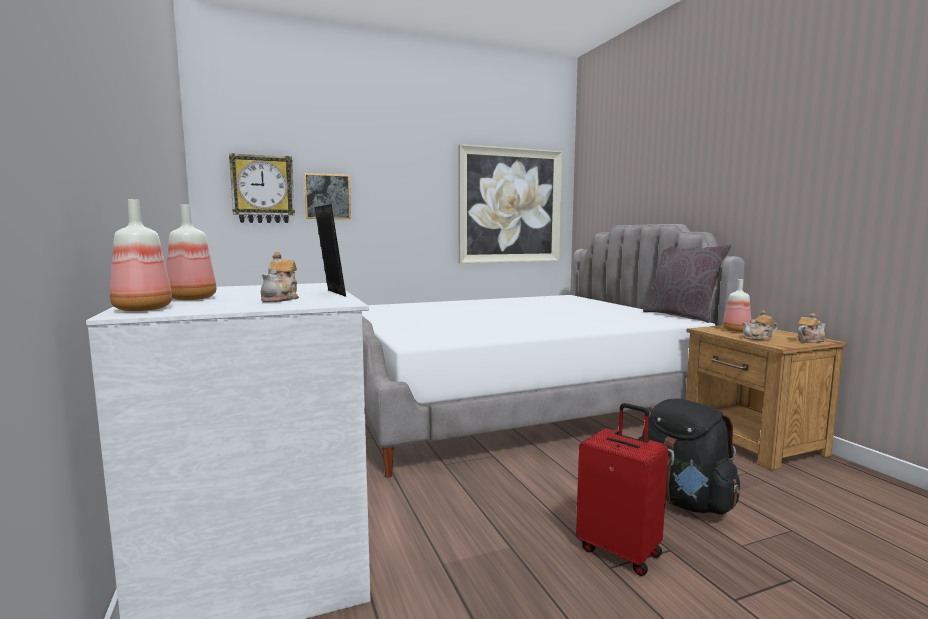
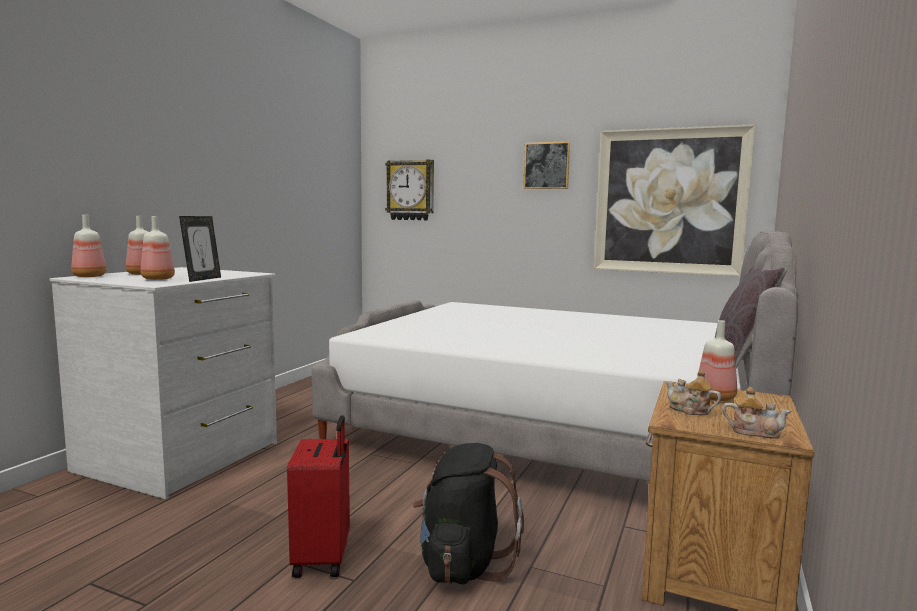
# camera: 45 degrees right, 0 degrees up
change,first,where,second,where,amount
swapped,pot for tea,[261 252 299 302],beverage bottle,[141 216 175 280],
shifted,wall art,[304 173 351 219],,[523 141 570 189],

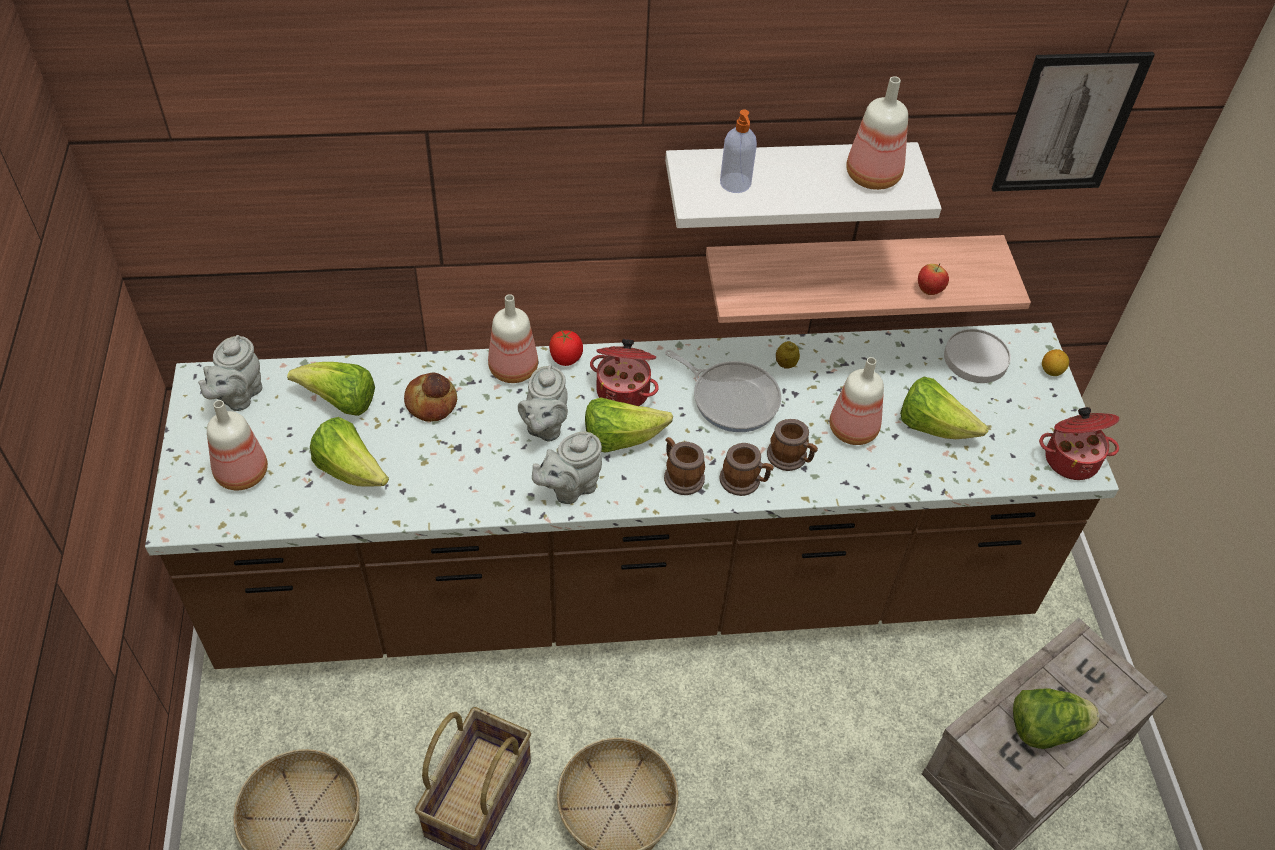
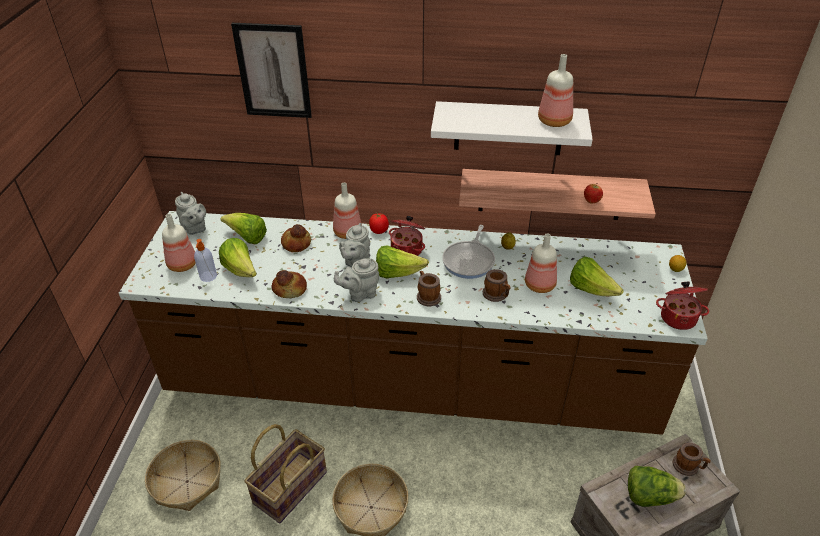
# camera: 15 degrees right, 10 degrees down
change,first,where,second,where,amount
rotated,pot for tea in gray,[198 335 262 411],,[175 192 206 235],75 degrees counterclockwise
rotated,pan,[665 350 781 432],,[442 225 495 279],60 degrees clockwise
shifted,soap dispenser,[720 110 757 193],,[194 239 217 282],
shifted,tea mug,[720 443 774 496],,[673 443 711 476],
gone,flat dish in whitish,[944 329 1011 383],,,
shifted,wall art,[991 52 1155 192],,[231 23 312 118],
new,,,bakery bread,[272 270 307 298],

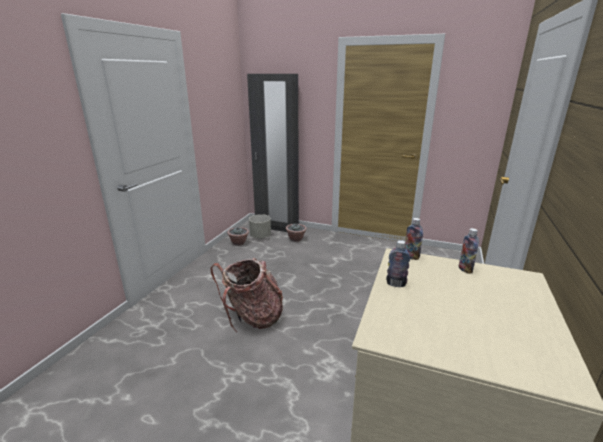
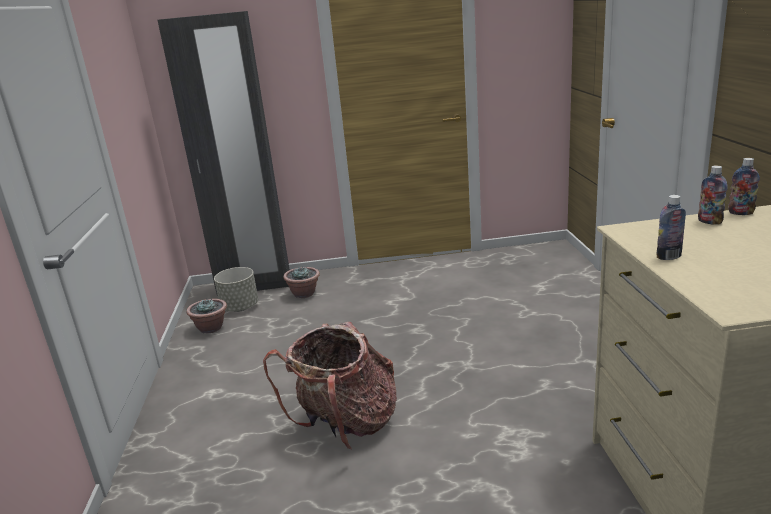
# camera: 25 degrees left, 0 degrees up
change,first,where,second,where,amount
shifted,beverage bottle,[405 218 423 260],,[728 158 760 215],

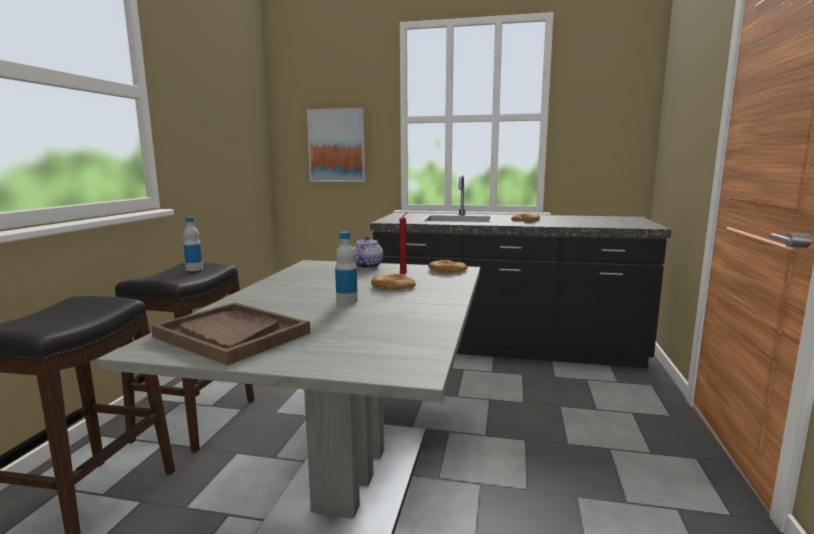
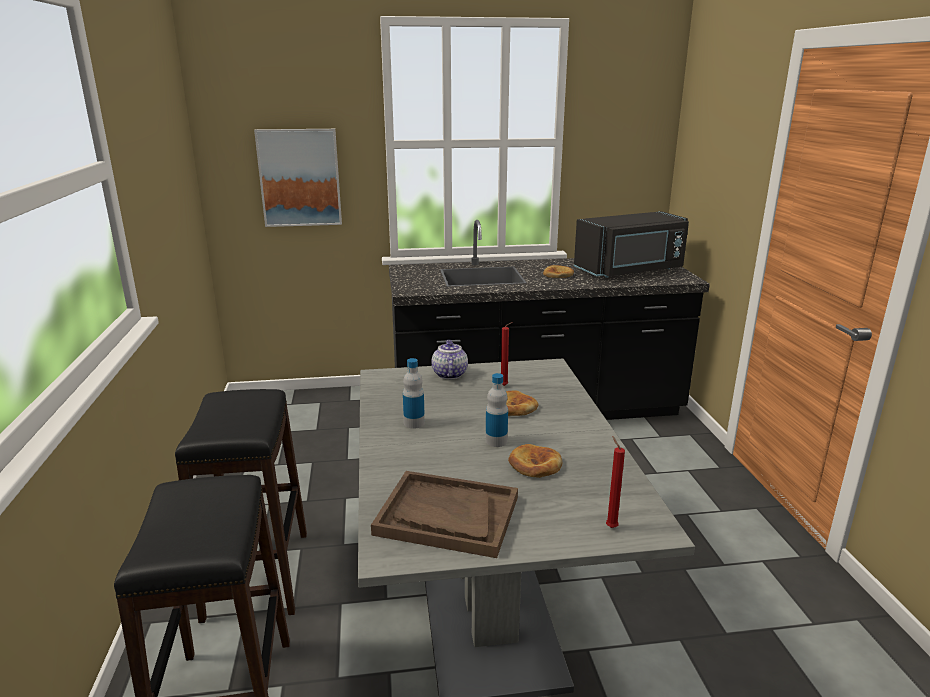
# camera: 20 degrees left, 10 degrees up
change,first,where,second,where,amount
shifted,beverage bottle,[183 217 203 271],,[403 358 425 429],
shifted,bakery bread,[428 260 468 273],,[508 444 562 478],
new,,,kitchen microwave in blackish,[574 211 689 278],
new,,,wax candle in red-coloured,[606 436 625 528],

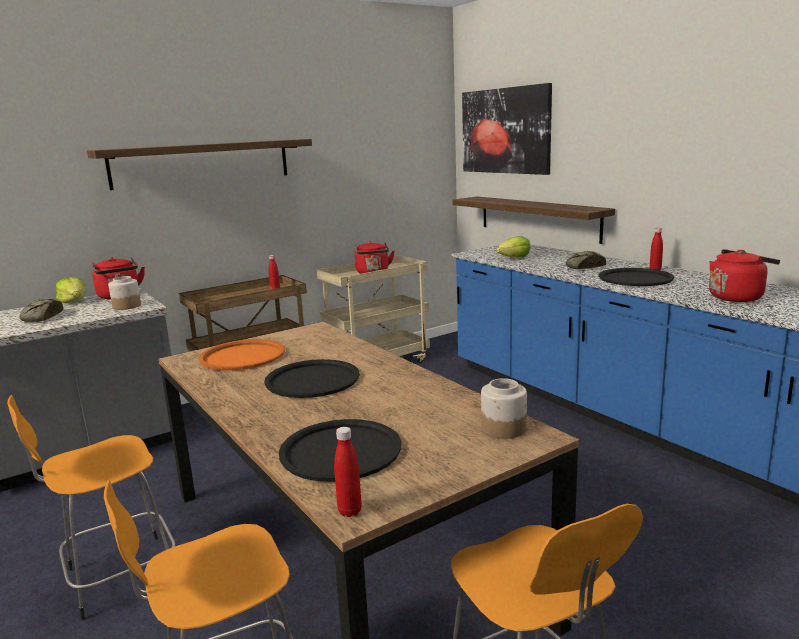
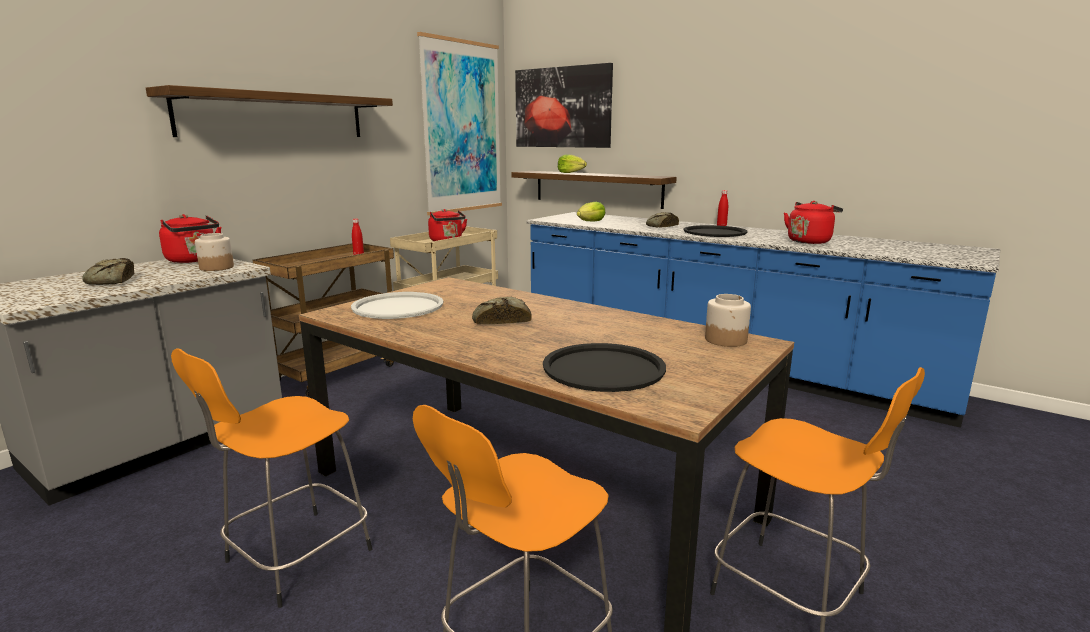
# camera: 20 degrees left, 0 degrees up
change,first,where,second,where,amount
shifted,lettuce,[55 277 86 303],,[558 154 587 173],
repainted,tray in orange-coloured,[199 339 285 370],tray in whitish,[351 292 443 319],
swapped,tray in blackish,[264 359 360 398],bakery bread,[472 297 532 324],
gone,beverage bottle in red-coloured,[334 427 362 517],,,
new,,,wall art,[417 32 502 215],

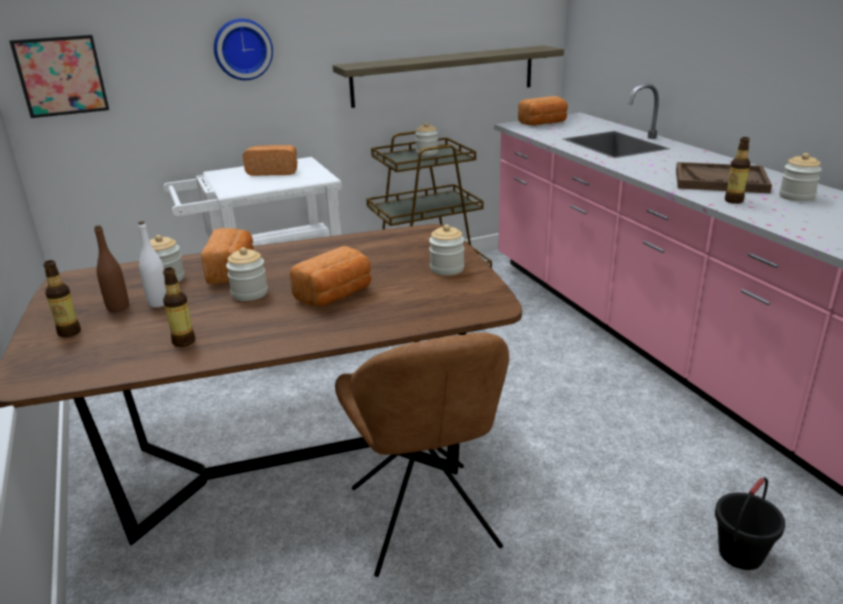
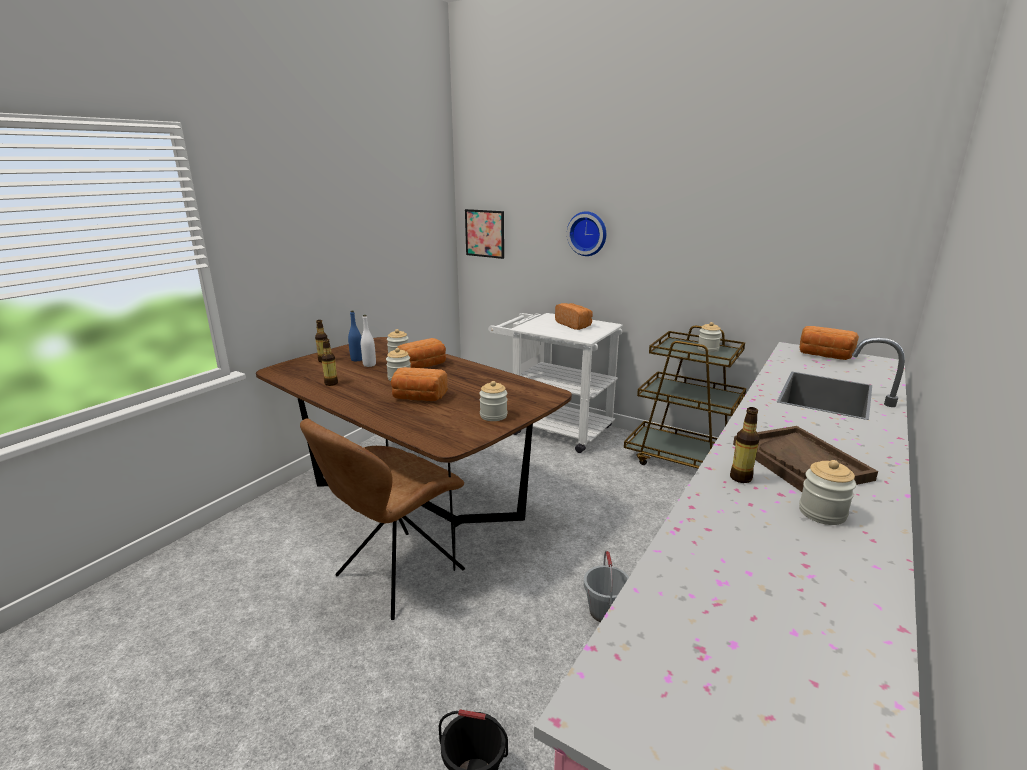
# camera: 55 degrees right, 5 degrees down
change,first,where,second,where,amount
repainted,beverage bottle in brown,[94 225 129 312],beverage bottle in blue-coloured,[348 311 362 361],
gone,shelf,[333 45 564 108],,,
new,,,bucket in gray,[584 550 629 622],

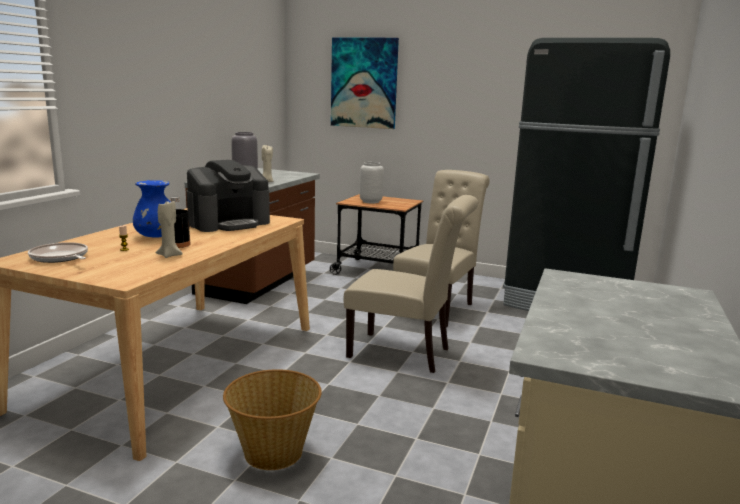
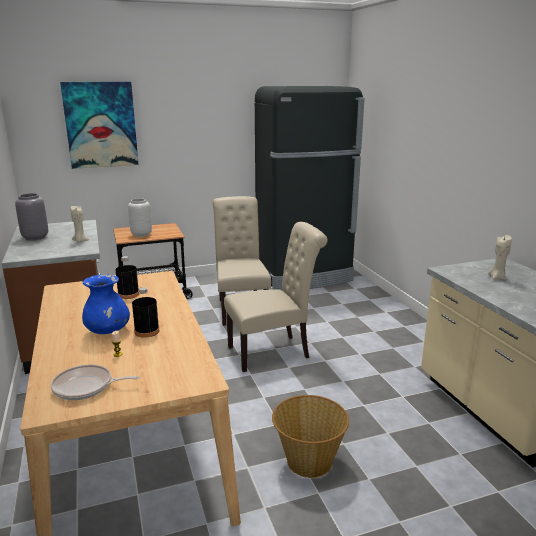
# camera: 40 degrees left, 5 degrees up
change,first,where,second,where,amount
shifted,wax candle in sand-coloured,[156 201 183 258],,[488 235 512 280],
swapped,coffee brewer,[187 160 270 232],beverage bottle in blackish,[115 256 139 299],

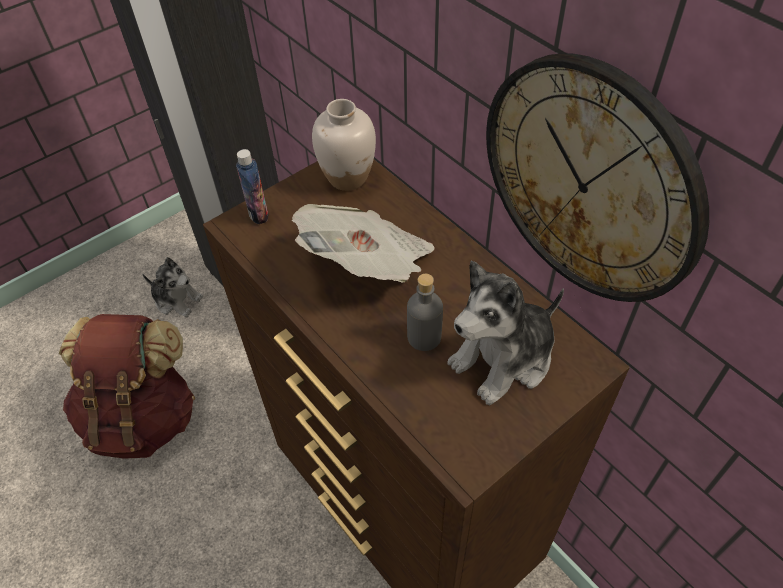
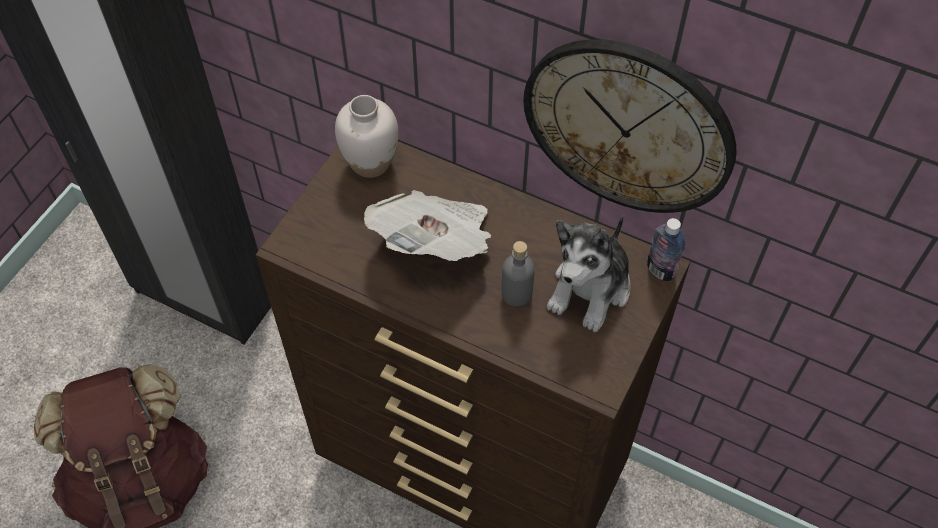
# camera: 25 degrees left, 5 degrees up
change,first,where,second,where,amount
gone,cuddly toy,[142 257 203 317],,,
shifted,beverage bottle,[236 149 268 224],,[647 218 685 281],

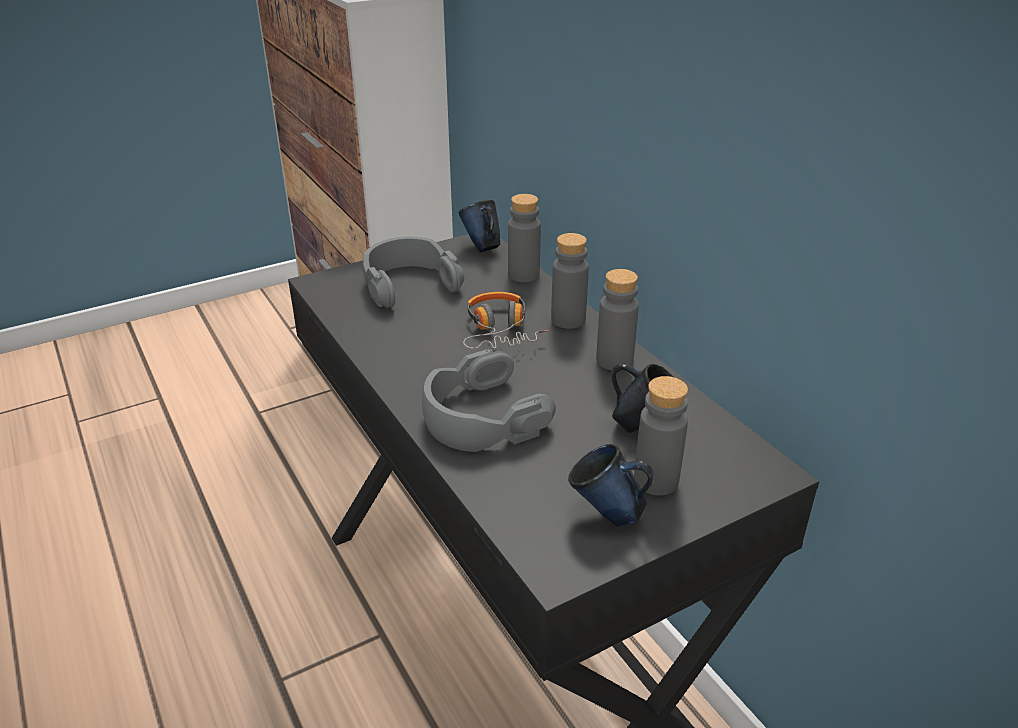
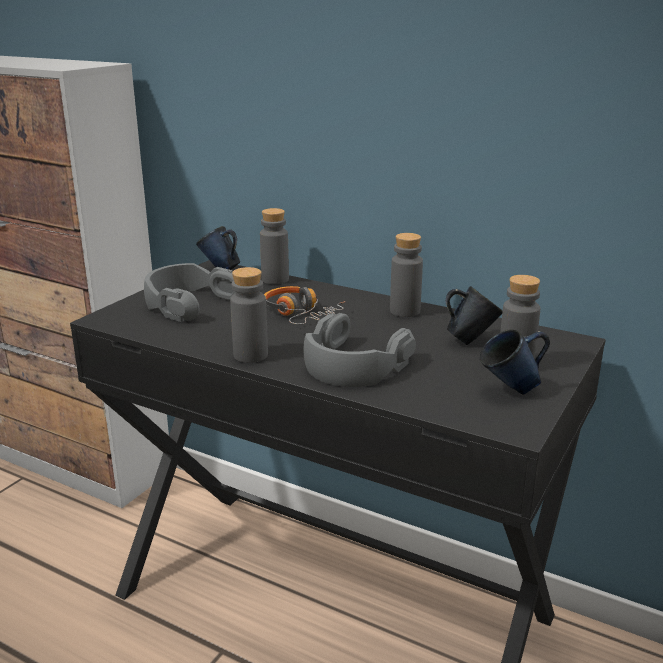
# camera: 30 degrees left, 10 degrees down
change,first,where,second,where,amount
shifted,beverage bottle in gray,[551 233 589 329],,[230 267 268 363],

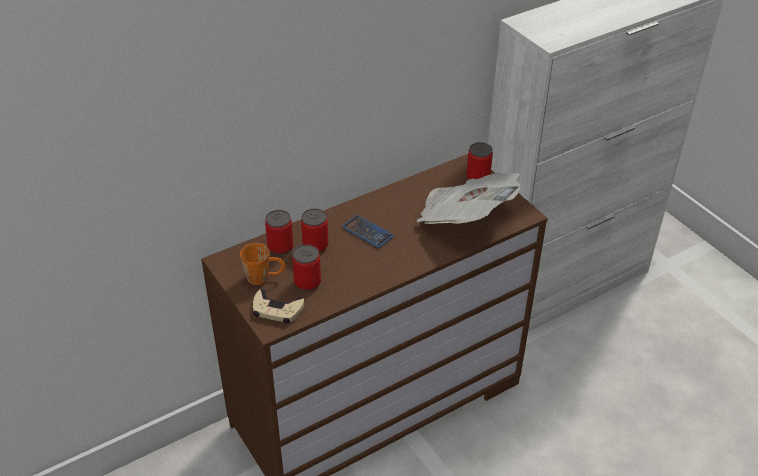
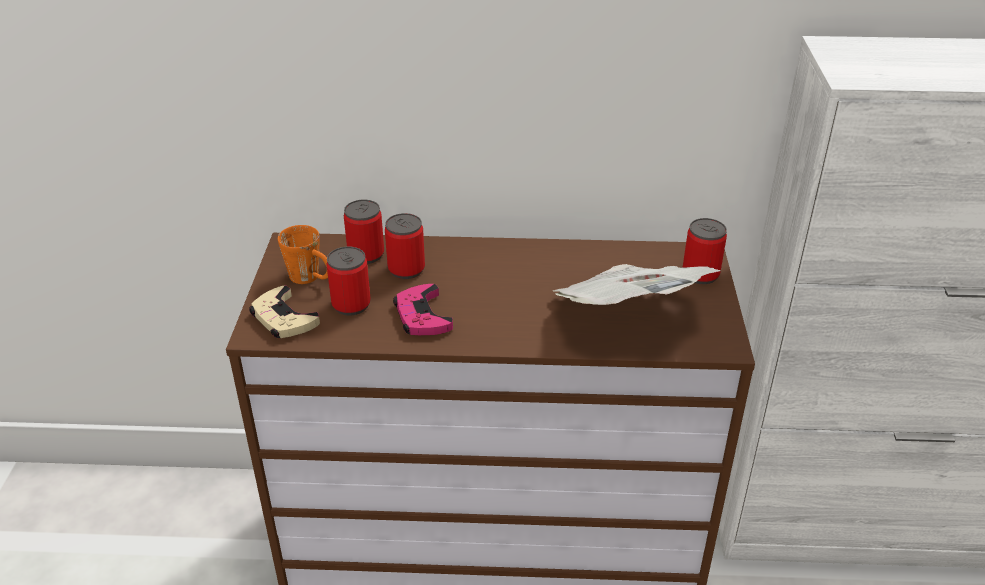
# camera: 35 degrees right, 5 degrees down
change,first,where,second,where,amount
gone,telephone,[342 215 394 248],,,
new,,,gamepad in pinkish,[393 284 453 335],

